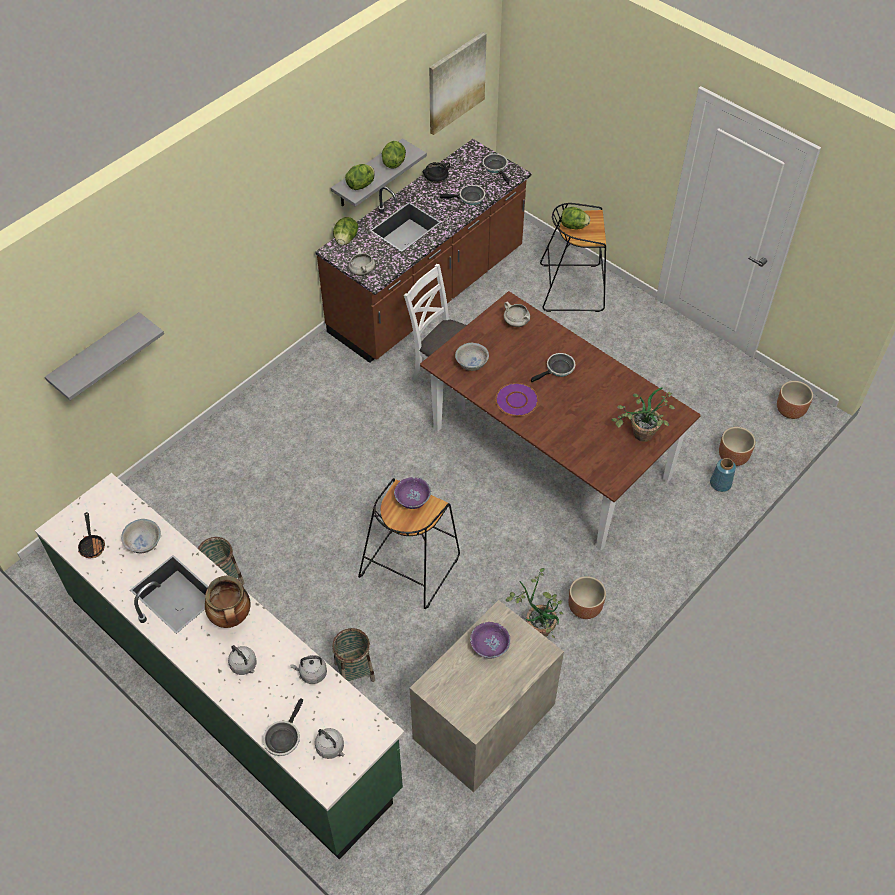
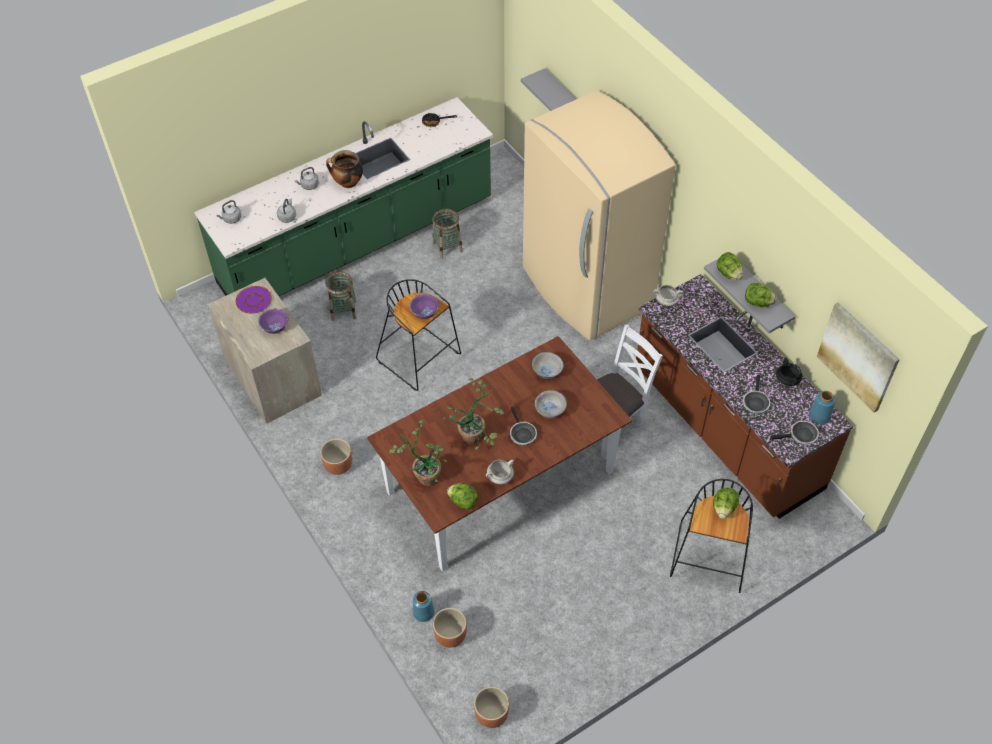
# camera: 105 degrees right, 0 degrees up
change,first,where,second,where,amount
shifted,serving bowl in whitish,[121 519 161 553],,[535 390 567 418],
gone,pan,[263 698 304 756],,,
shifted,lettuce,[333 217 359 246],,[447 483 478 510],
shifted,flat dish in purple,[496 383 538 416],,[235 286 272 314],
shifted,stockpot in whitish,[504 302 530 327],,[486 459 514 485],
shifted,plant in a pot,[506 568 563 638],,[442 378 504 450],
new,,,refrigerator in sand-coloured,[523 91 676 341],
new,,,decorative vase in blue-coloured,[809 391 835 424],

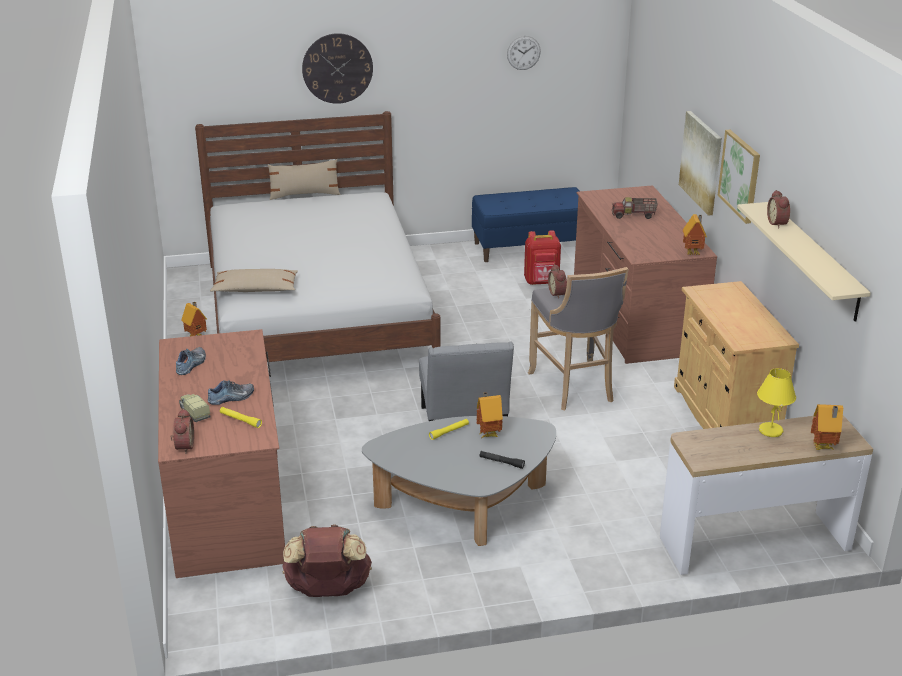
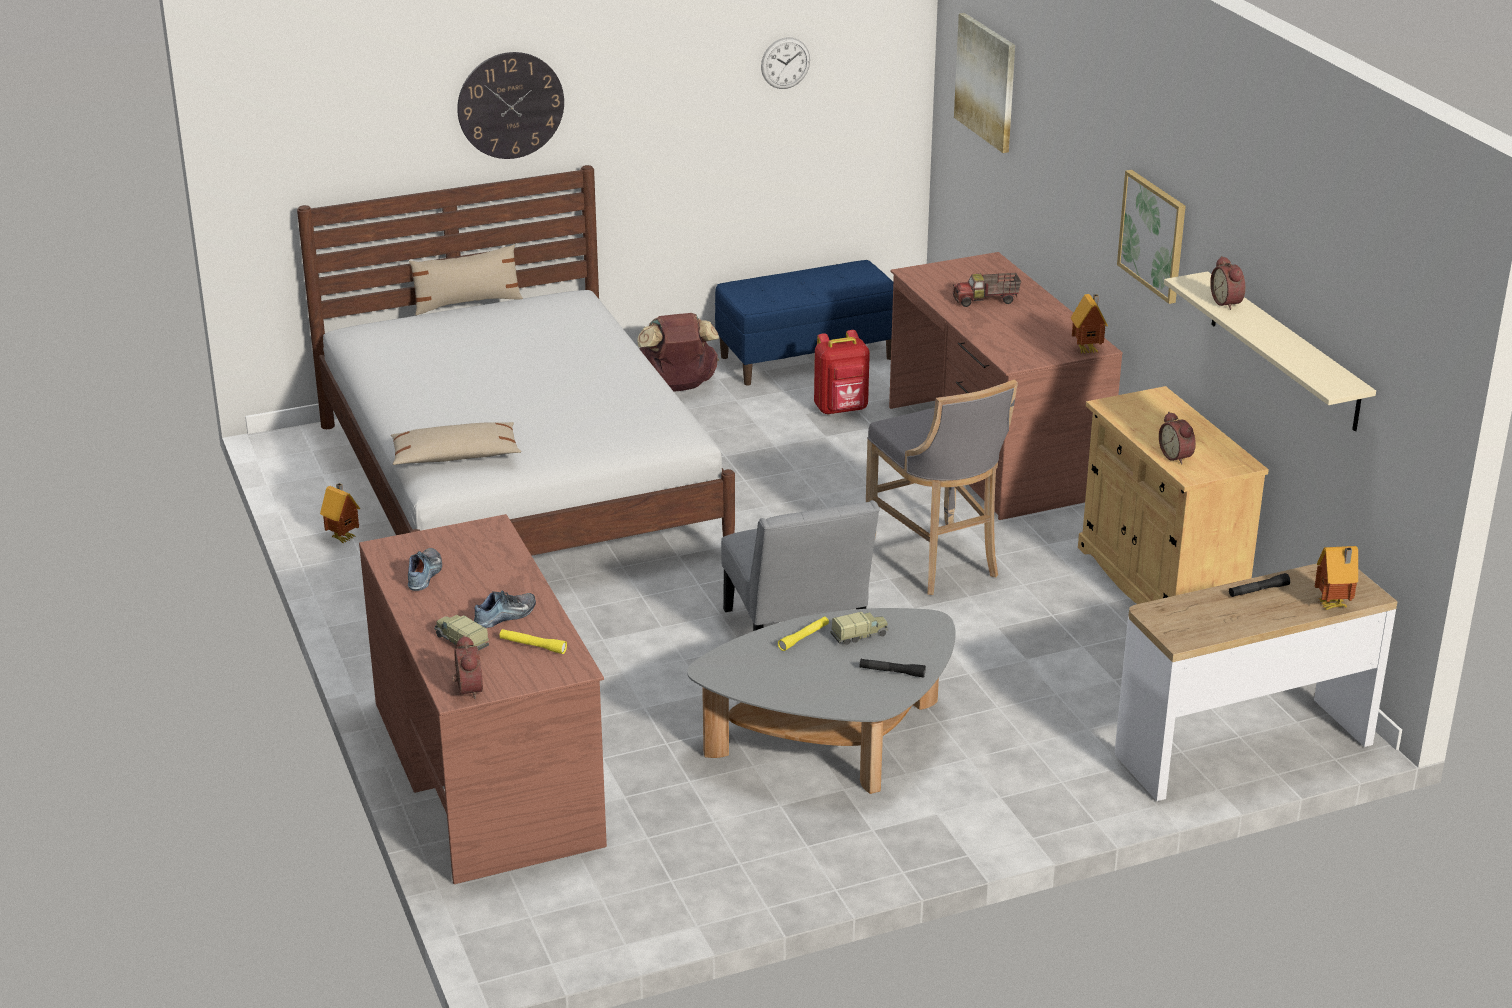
# camera: 10 degrees left, 0 degrees up
change,first,where,second,where,amount
shifted,backpack in brown,[282 524 372 597],,[637 313 719 392],
swapped,toy house,[477 392 503 438],model truck,[831 612 889 645],
shifted,alarm clock,[548 264 567 299],,[1159 412 1196 464],
shifted,wall art,[679 111 722 216],,[954 13 1015 153],
swapped,tabletop lamp in yellow,[757 368 796 437],hand torch in blackish,[1229 573 1290 597],

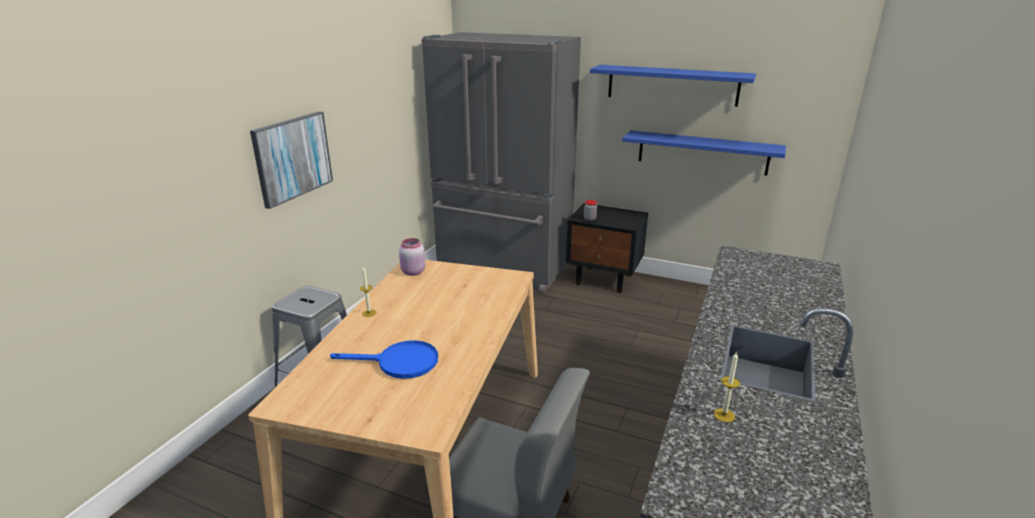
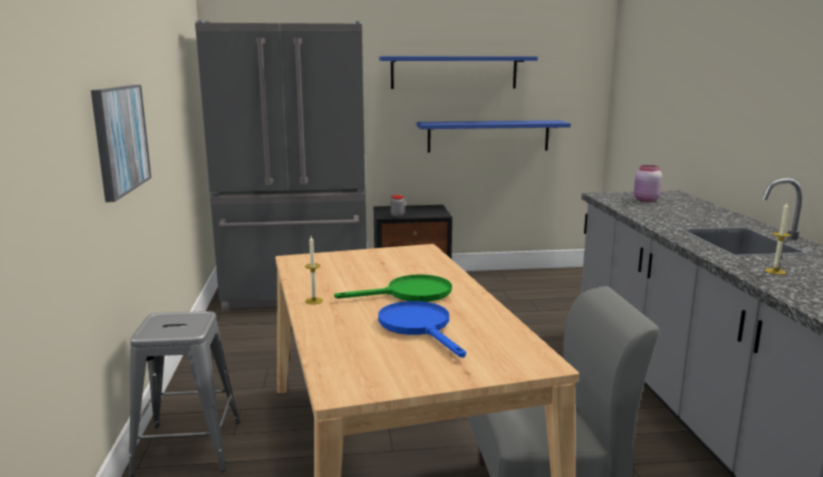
# camera: 30 degrees left, 10 degrees down
change,first,where,second,where,amount
rotated,pan in blue-coloured,[330 340 438 379],,[378 301 466 357],90 degrees counterclockwise
shifted,jar in pinkish,[399 238 425 276],,[634 165 662 202],
new,,,pan in green-coloured,[334 274 452 302],

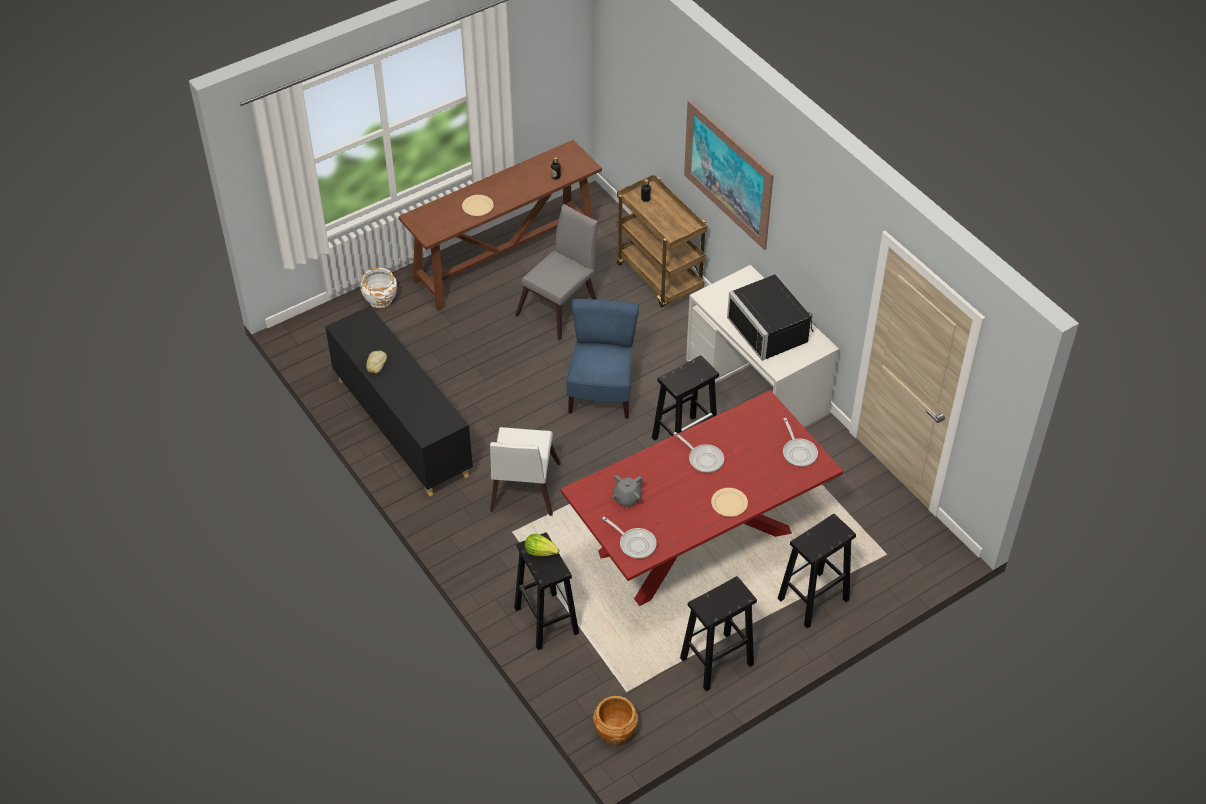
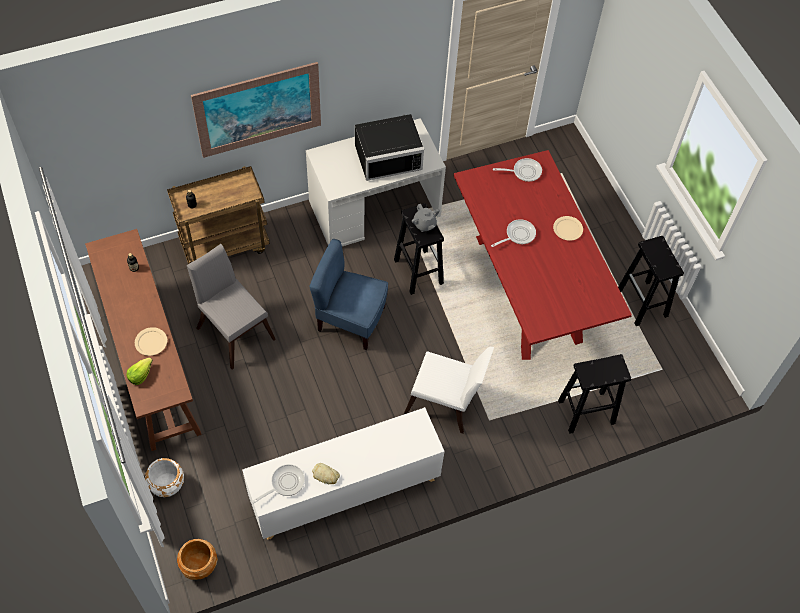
# camera: 80 degrees left, 10 degrees up
change,first,where,second,where,amount
repainted,cupboard in blackish,[325 306 473 496],cupboard in whitish,[242 407 445 540],
shifted,lettuce,[525 533 560 556],,[126 358 153 385],
shifted,flower pot in brown,[593 696 638 745],,[177 539 218 580],
shifted,pan,[602 517 657 559],,[252 464 305 503],
shifted,pot for tea in gray,[612 475 644 507],,[412 204 440 232],
gone,sitting stool in blackish,[778 514 856 628],,,

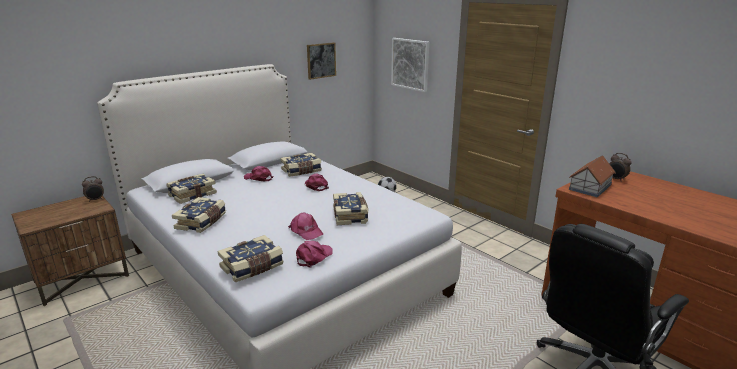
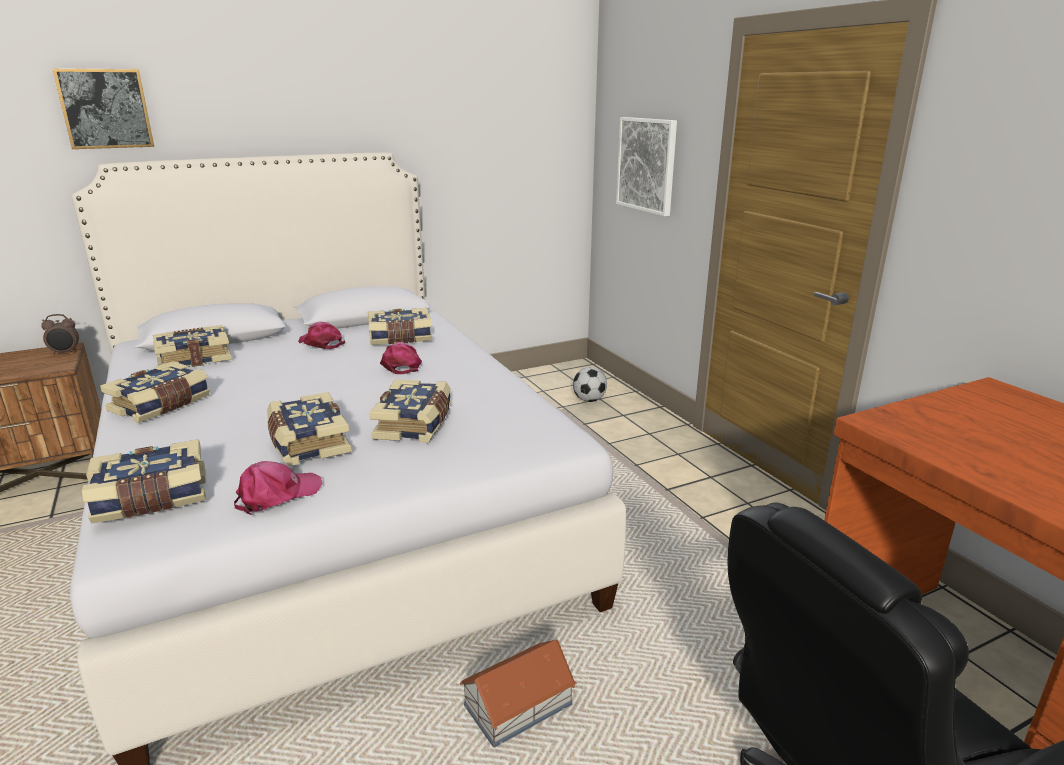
# camera: 15 degrees right, 0 degrees up
change,first,where,second,where,amount
swapped,baseball cap in pinkish,[288 212 323 240],volume,[267 392 352 466],
shifted,wall art,[307 42 336 80],,[53 69 154 149],
shifted,toy house,[569 155 615 197],,[460 640 577 748],
gone,alarm clock,[609 153 632 182],,,

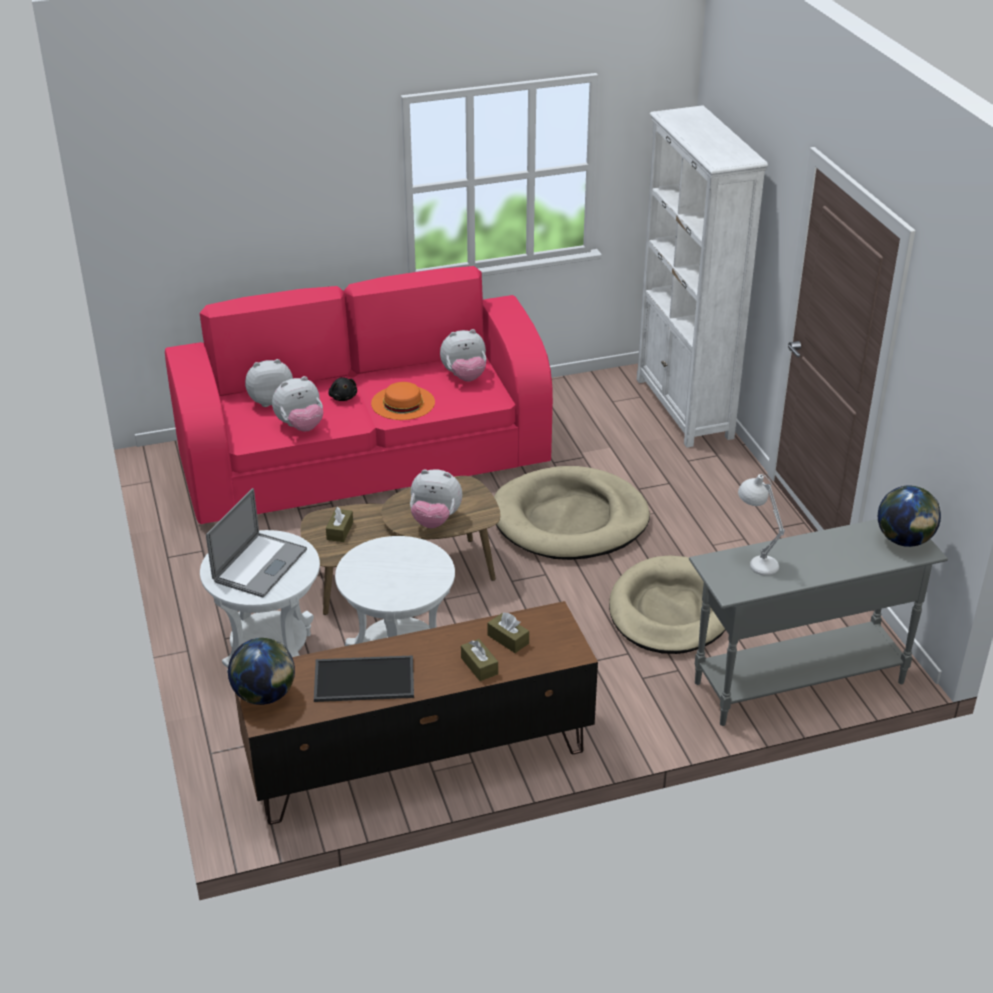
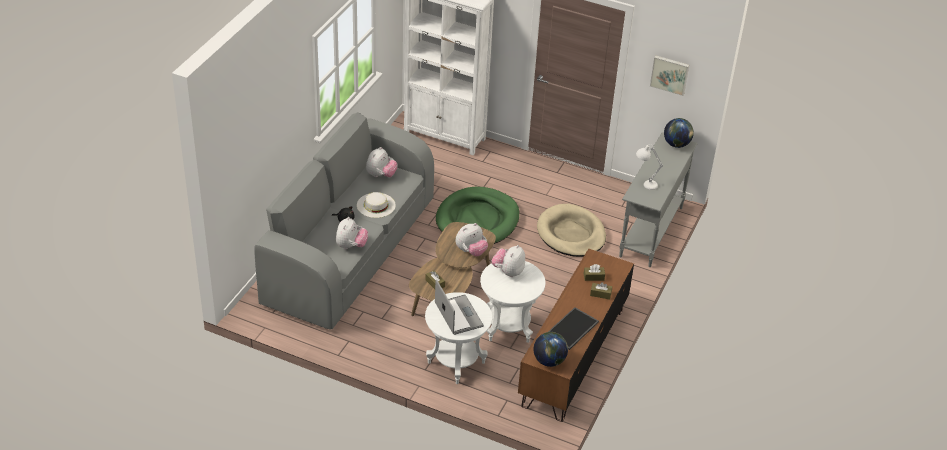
# camera: 50 degrees left, 5 degrees up
change,first,where,second,where,amount
repainted,settee in pinkish,[165 266 553 524],settee in gray,[254 112 434 330],
shifted,cuddly toy,[245 359 293 407],,[492 245 525 277],
repainted,clothing hat in orange-coloured,[371 382 435 420],clothing hat in whitish,[357 192 396 218],
repainted,dog bed in sand-coloured,[494 466 650 560],dog bed in green-coloured,[436 187 519 244],
new,,,wall art,[650 56 689 96],

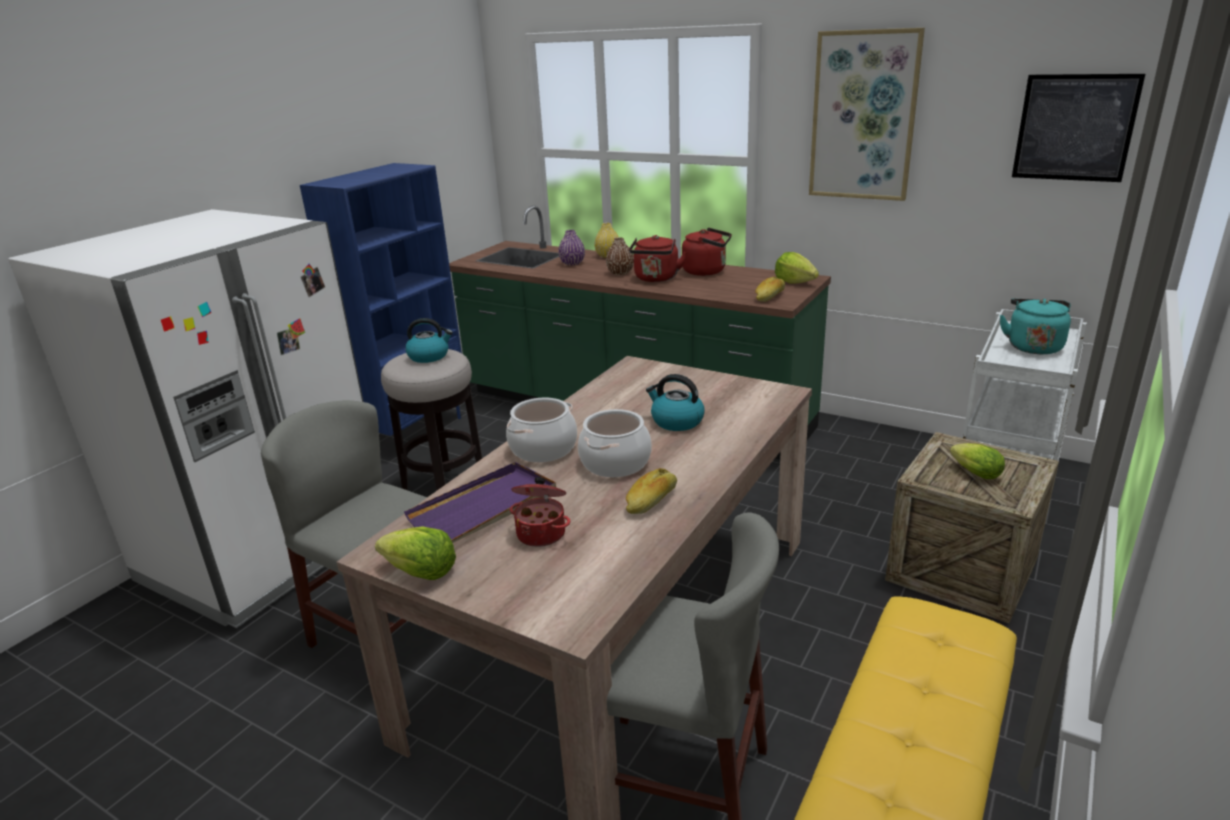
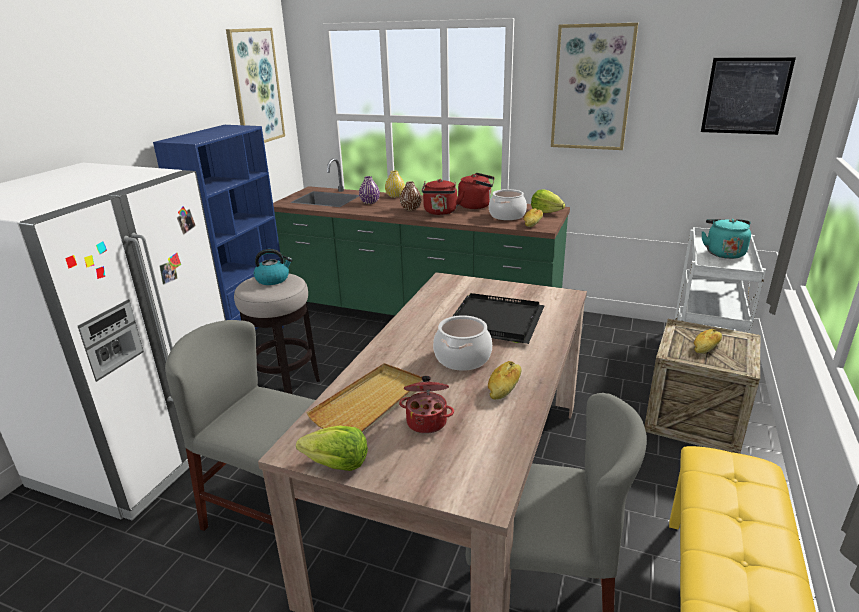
# camera: 10 degrees left, 0 degrees up
change,first,where,second,where,amount
repainted,tray in purple,[404 462 556 543],tray in sand-coloured,[306 363 423 433],
shifted,stockpot,[506 398 577 462],,[489 189 527 220],
swapped,kettle,[646 374 705 431],tray in blackish,[452 293 545 344],
swapped,lettuce,[950 443 1005 479],bakery bread,[694 329 722 354],
new,,,wall art,[226 28 285 143],

